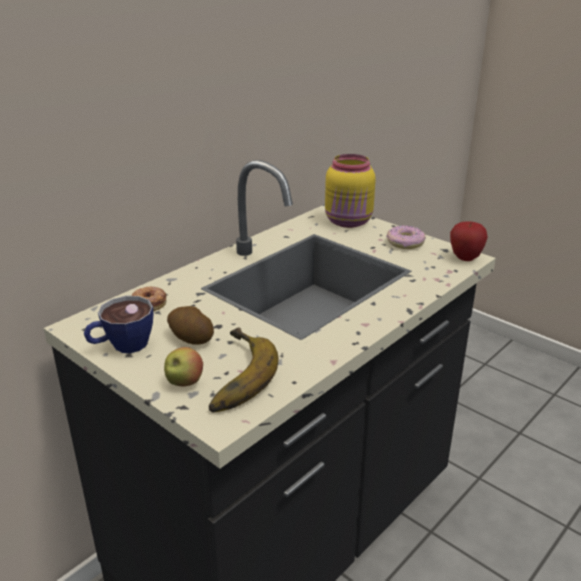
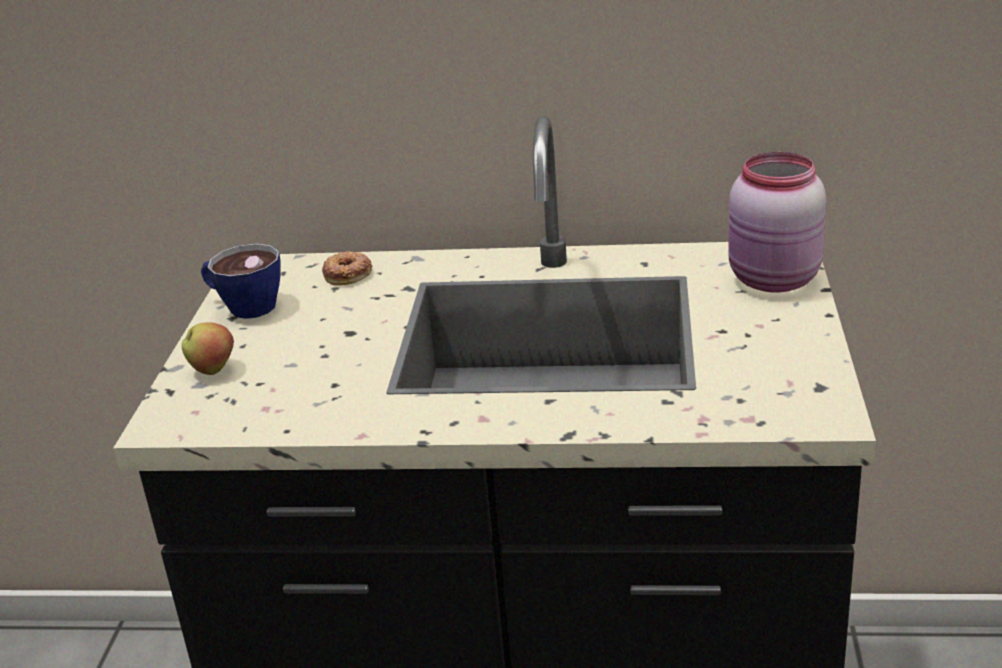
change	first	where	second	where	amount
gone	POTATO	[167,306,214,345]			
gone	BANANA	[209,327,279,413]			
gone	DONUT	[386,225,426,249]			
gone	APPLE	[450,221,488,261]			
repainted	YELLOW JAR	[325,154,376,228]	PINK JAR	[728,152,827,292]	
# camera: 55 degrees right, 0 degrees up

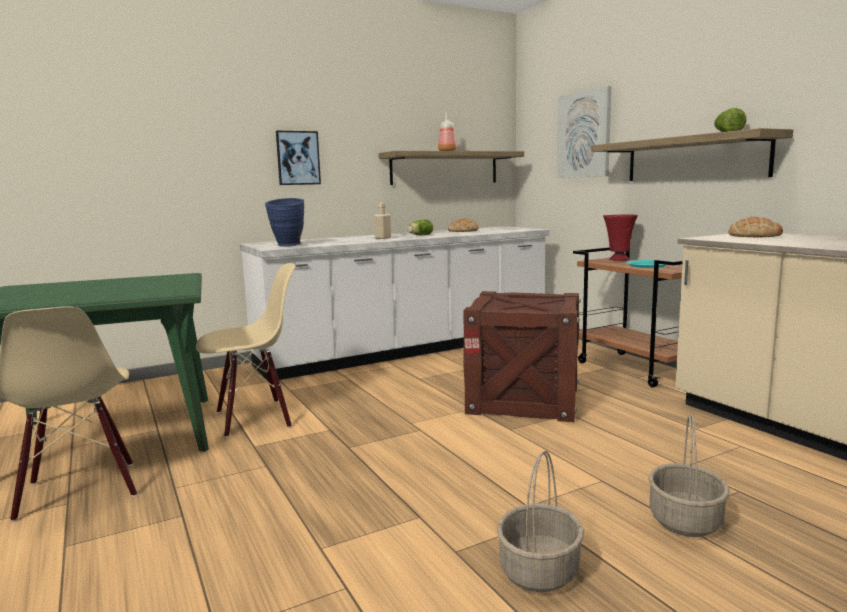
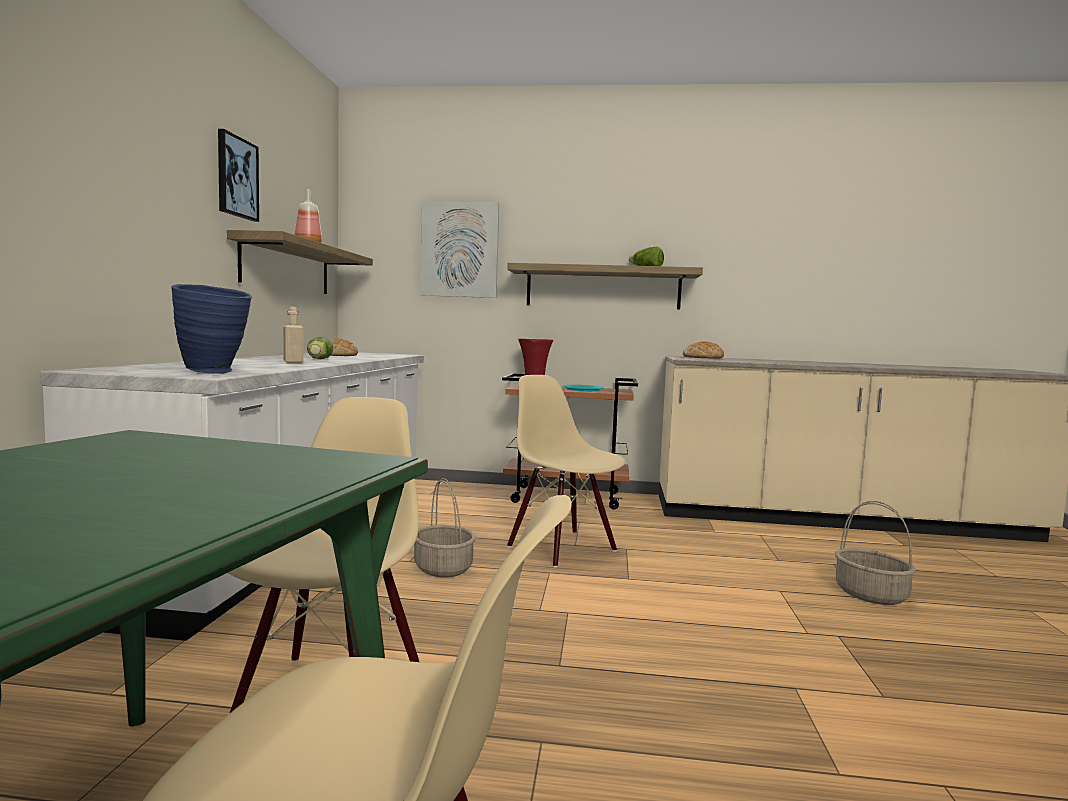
change	first	where	second	where	amount
shifted	PICTURE	[276,131,321,185]		[218,129,259,222]	
shifted	BASKET	[497,451,584,592]		[414,478,475,578]	
swapped	CRATE	[463,291,581,422]	BEIGE CHAIR	[507,375,625,567]	
# camera: 55 degrees left, 5 degrees down

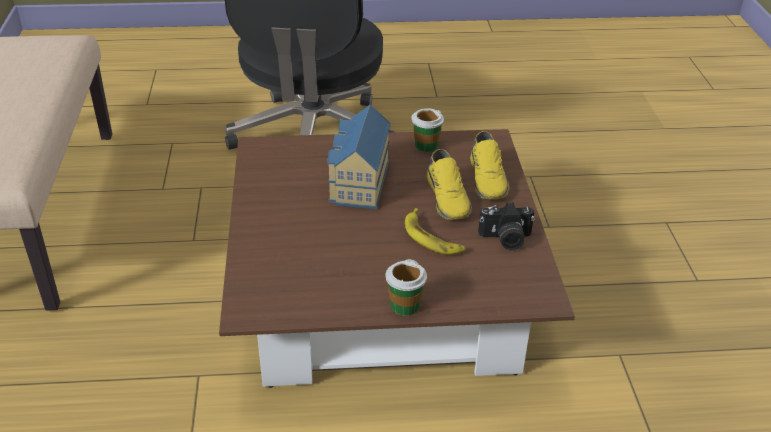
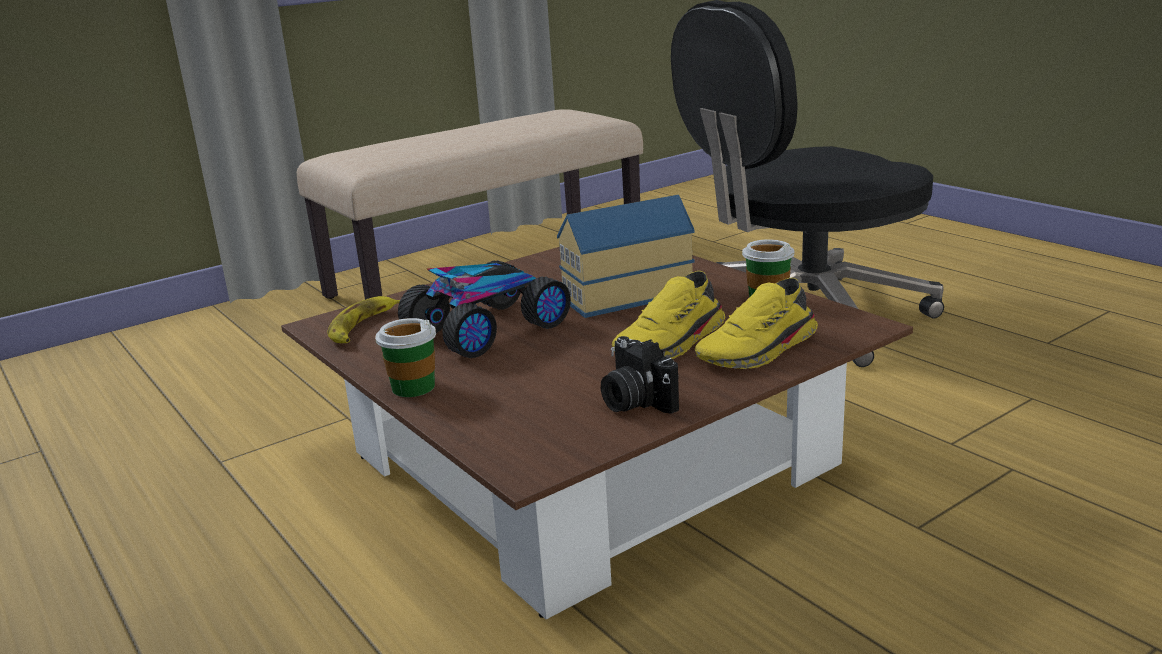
change	first	where	second	where	amount
new			TOY CAR	[398,261,571,358]	
shifted	BANANA	[405,208,465,255]		[327,296,400,343]	
# camera: 60 degrees right, 15 degrees down

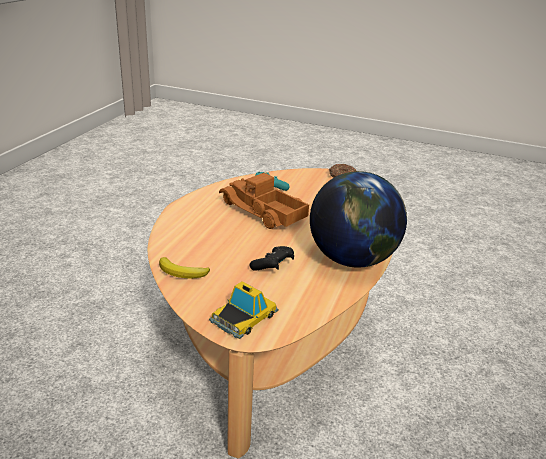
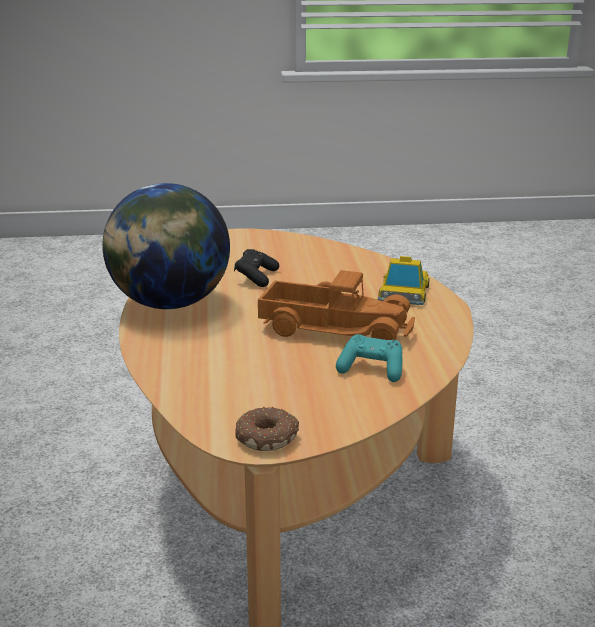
change	first	where	second	where	amount
gone	BANANA	[159,257,210,278]			
shifted	TOY CAR	[209,281,279,339]		[377,256,430,305]	
# camera: 155 degrees right, 5 degrees down

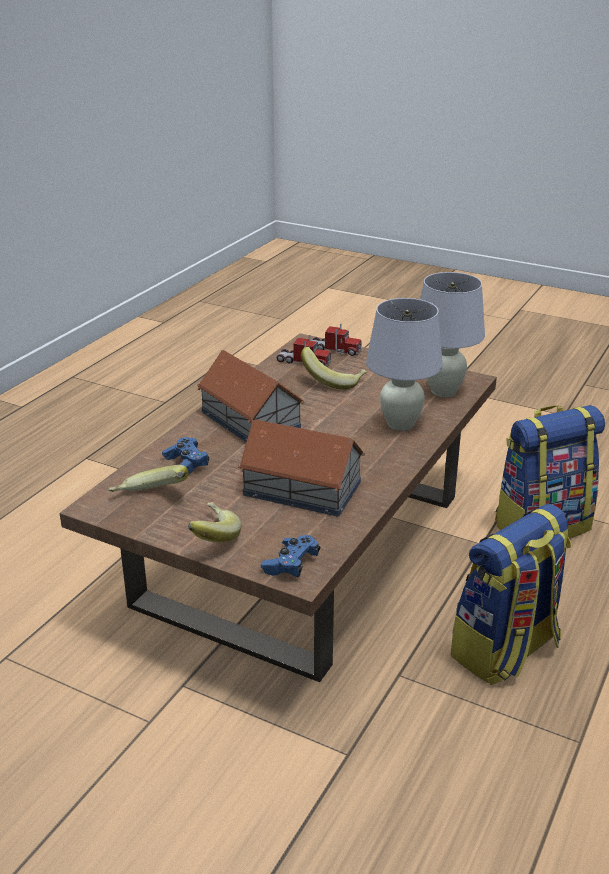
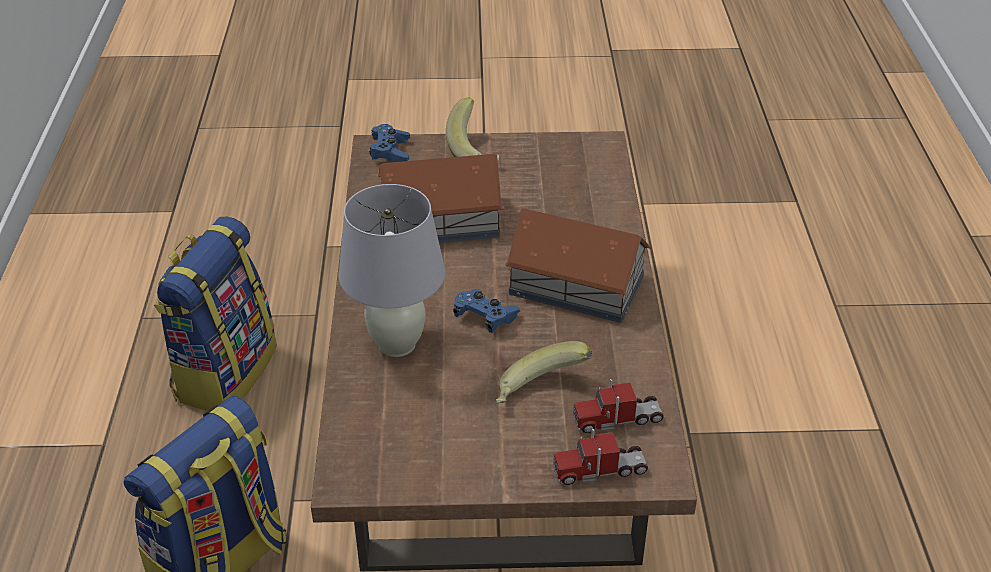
change	first	where	second	where	amount
gone	BANANA	[108,465,189,492]			
gone	WHITE TABLE LAMP	[420,272,485,397]			
shifted	BLUE GAME CONTROLLER	[162,437,209,474]		[453,289,520,333]	
# camera: 150 degrees right, 10 degrees up

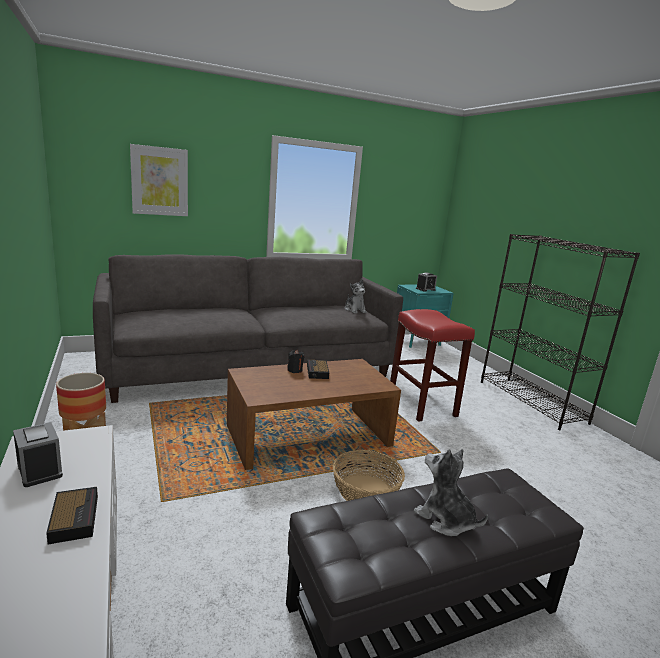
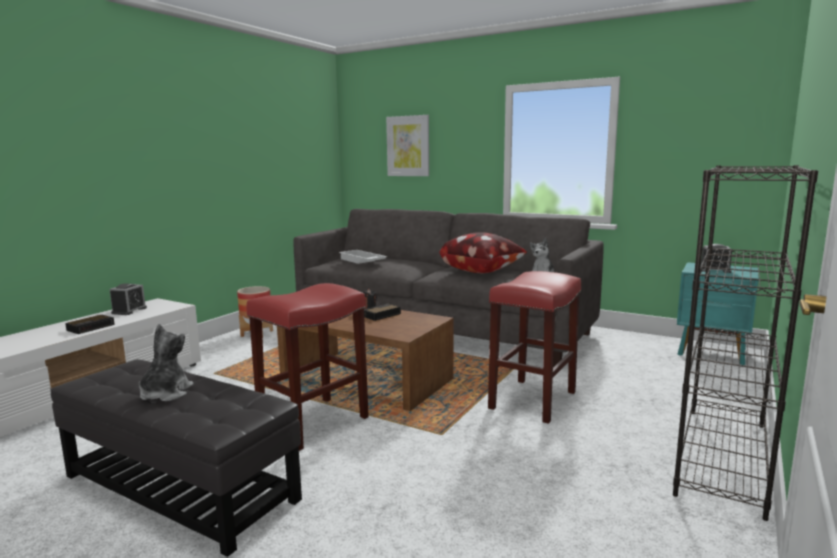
change	first	where	second	where	amount
new			WHITE TRAY	[339,250,387,264]	
new			PILLOW	[439,232,527,273]	
swapped	BASKET	[333,450,405,501]	RED STOOL	[246,283,369,451]	
# camera: 55 degrees right, 5 degrees down

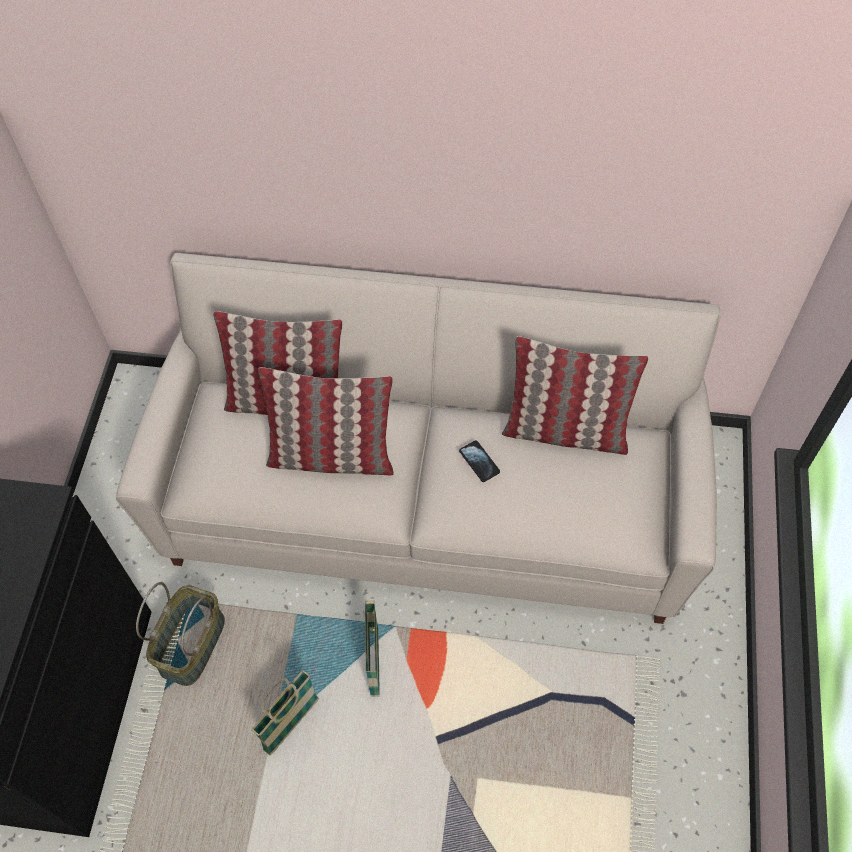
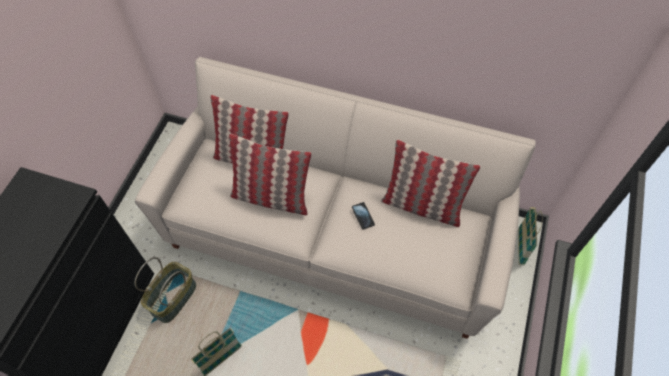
change	first	where	second	where	amount
shifted	BASKET	[363,600,380,697]		[518,207,542,266]	
# camera: 10 degrees right, 0 degrees up

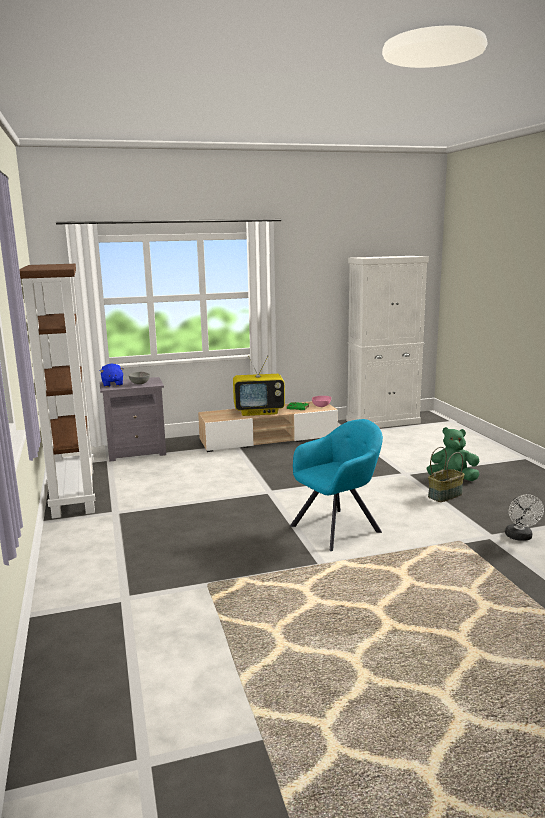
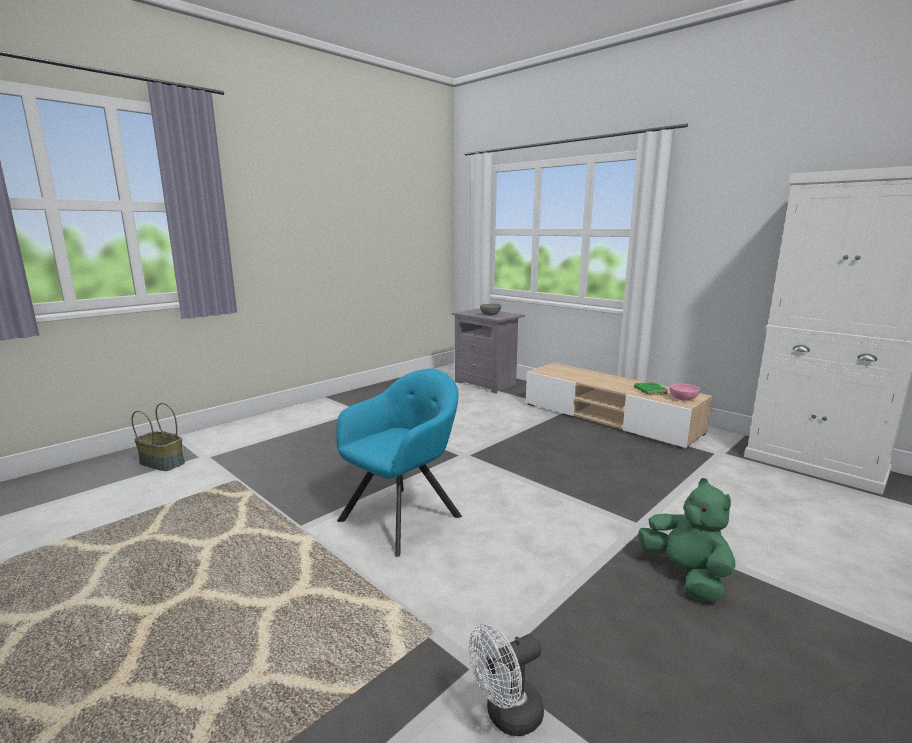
change	first	where	second	where	amount
gone	BROWN BOOKCASE	[19,264,95,519]			
gone	BLUE PLUSH TOY	[100,364,124,387]			
gone	TELEVISION	[233,357,285,416]			
shifted	BASKET	[428,447,465,502]		[132,403,185,471]	
rotated	TURQUOISE ARMCHAIR	[290,419,383,551]		[336,368,462,557]	75 degrees counterclockwise
# camera: 60 degrees right, 0 degrees up

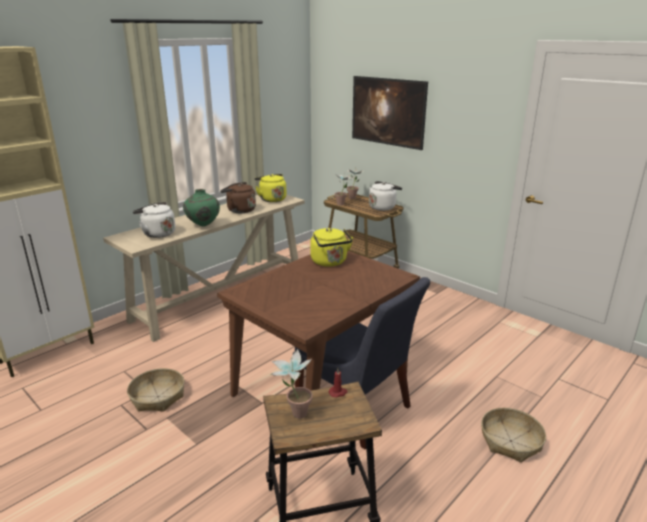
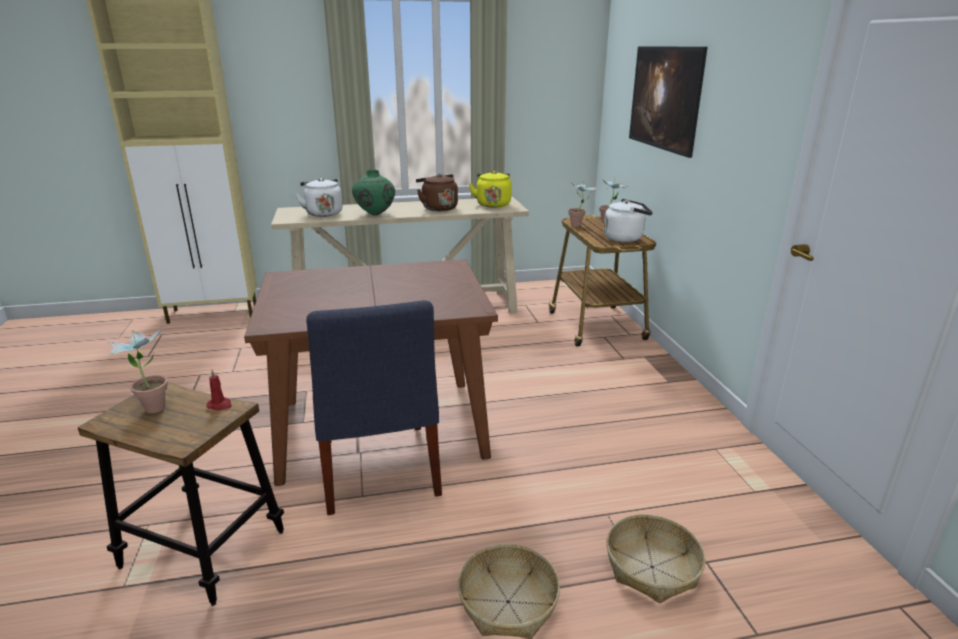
change	first	where	second	where	amount
gone	YELLOW KETTLE	[310,228,353,267]			
shifted	BASKET	[127,368,184,412]		[606,514,705,603]	
# camera: 35 degrees right, 0 degrees up

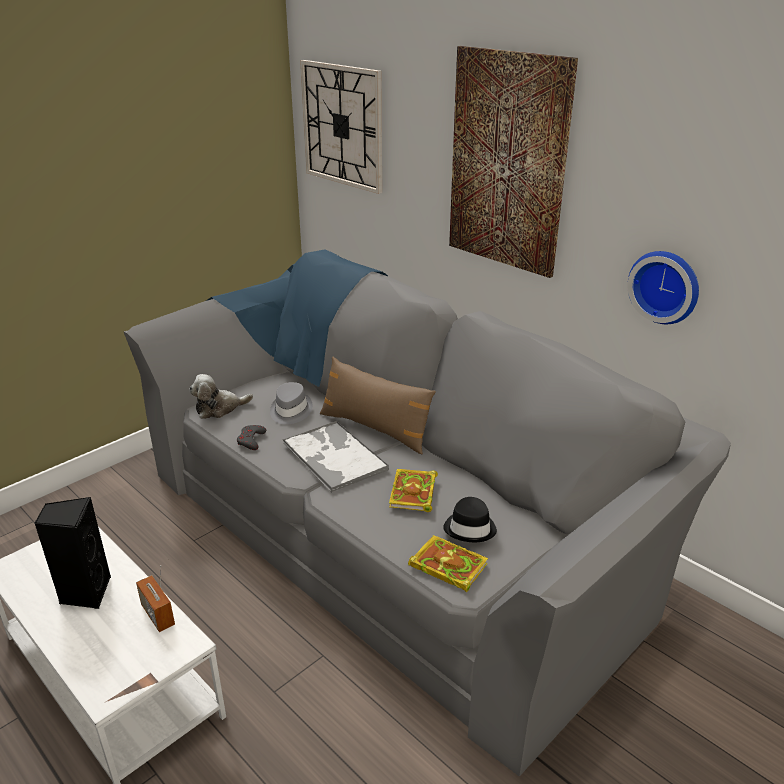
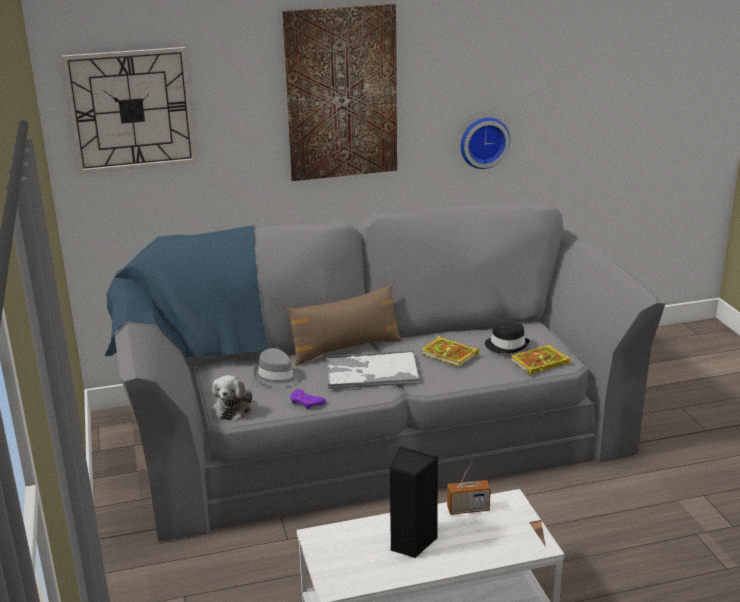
change	first	where	second	where	amount
repainted	GREY GAME CONTROLLER	[237,425,266,450]	PURPLE GAME CONTROLLER	[290,389,326,410]	
# camera: 60 degrees left, 5 degrees down

